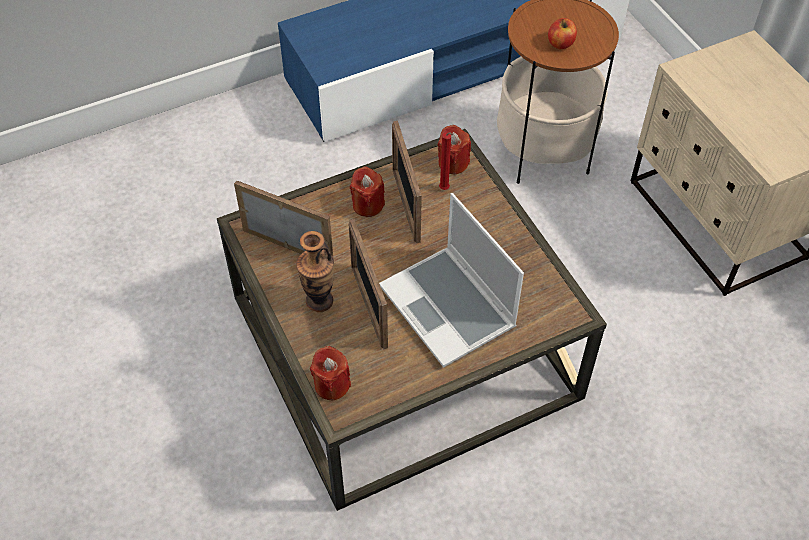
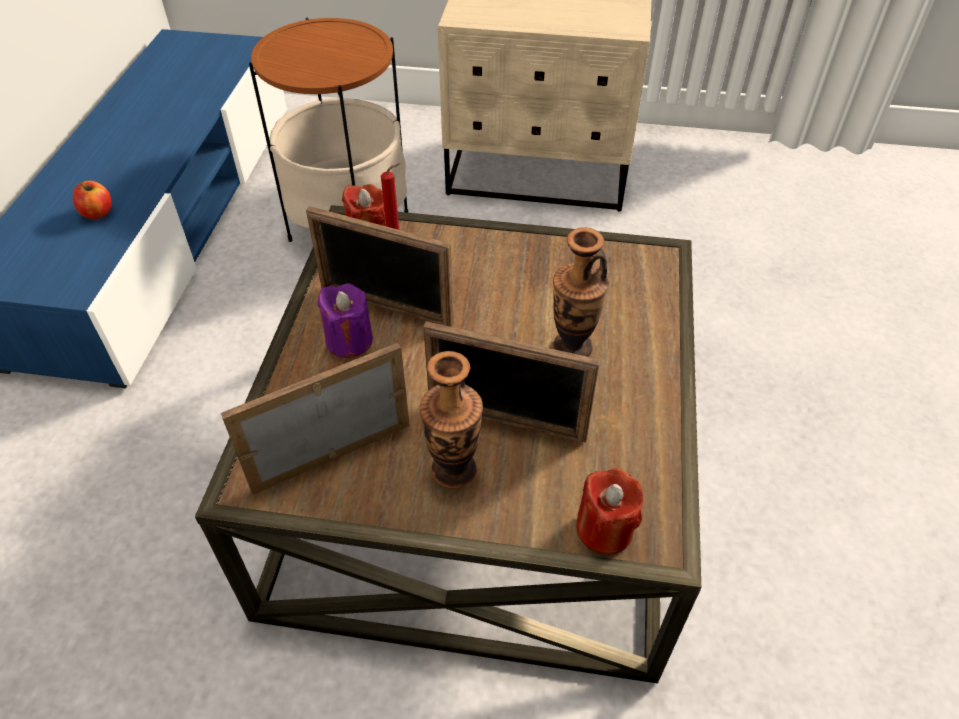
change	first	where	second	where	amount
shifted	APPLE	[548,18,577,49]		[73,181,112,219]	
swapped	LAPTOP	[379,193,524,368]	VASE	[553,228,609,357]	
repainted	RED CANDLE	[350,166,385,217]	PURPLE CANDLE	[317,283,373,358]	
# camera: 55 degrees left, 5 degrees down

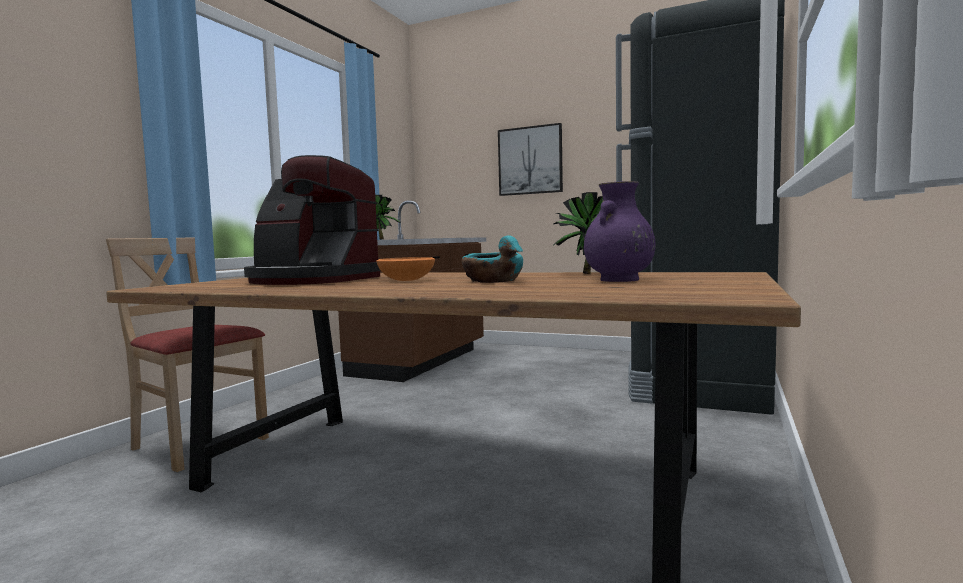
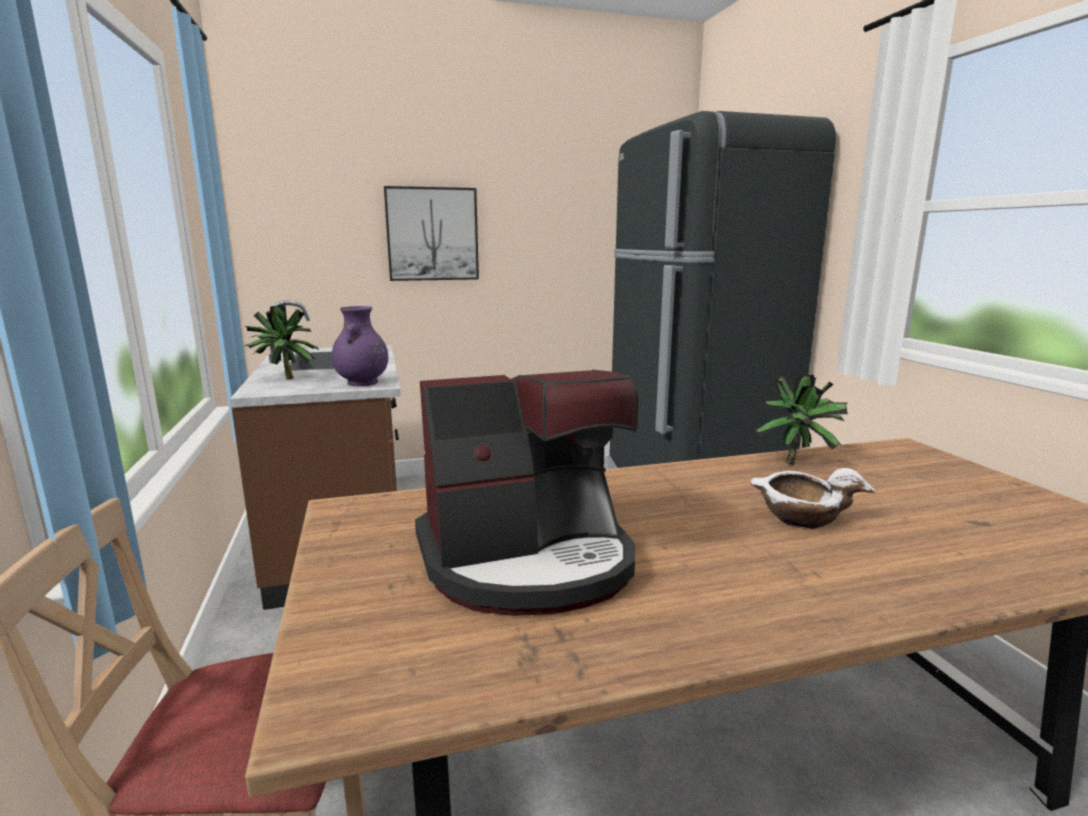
change	first	where	second	where	amount
gone	ORANGE BOWL	[376,257,435,281]			
shifted	PURPLE VASE	[584,181,656,282]		[332,306,388,386]	
repainted	TURQUOISE BOWL	[462,235,523,283]	WHITE BOWL	[750,468,876,529]	
# camera: 40 degrees left, 10 degrees up

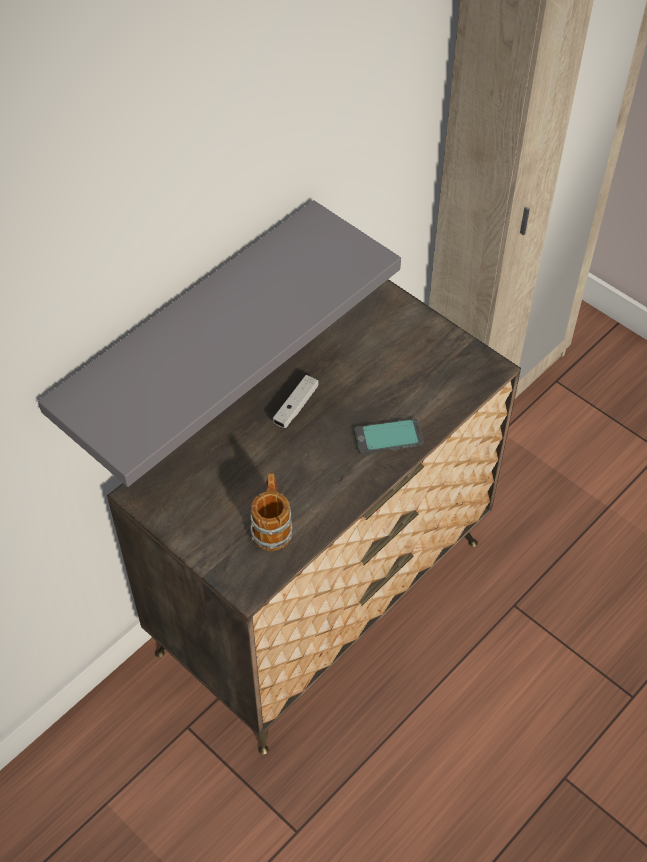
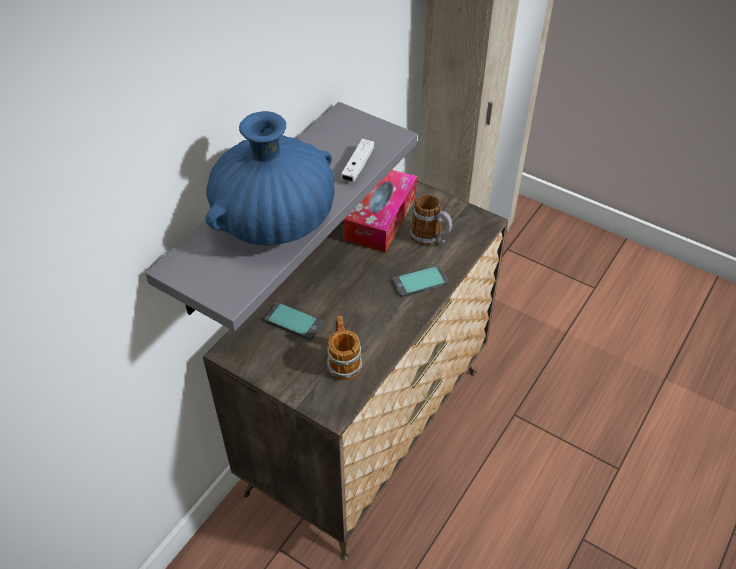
change	first	where	second	where	amount
new			BLUE VASE	[205,111,335,245]	
new			PHONE	[265,302,323,340]	
new			TISSUE BOX	[343,170,417,253]	
new			MUG	[410,194,452,245]	
shifted	WHITE GAME CONTROLLER	[273,375,318,428]		[341,139,374,182]	
# camera: 10 degrees left, 5 degrees down

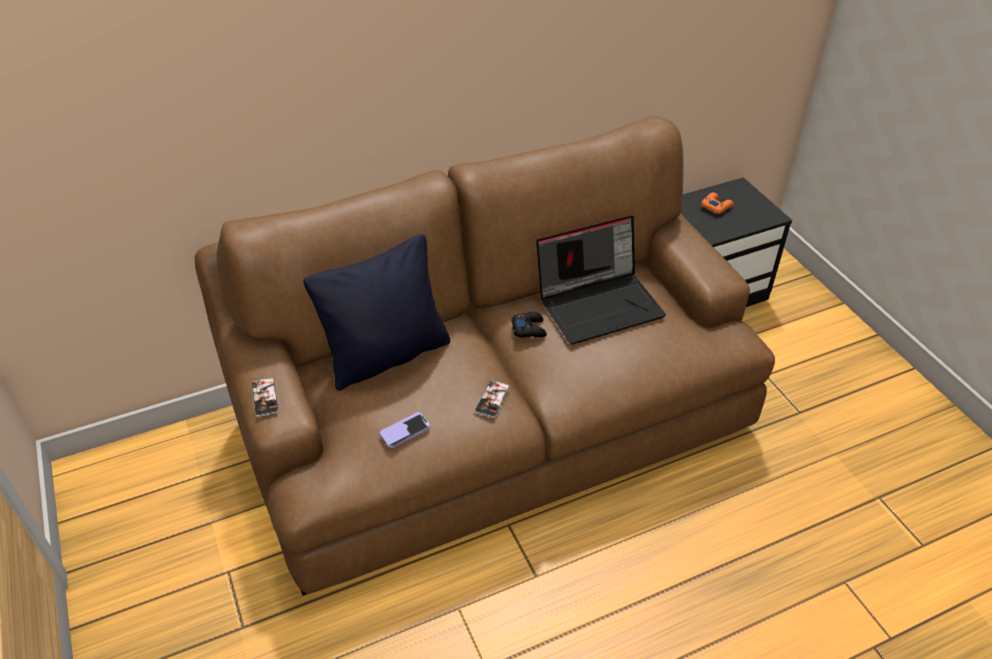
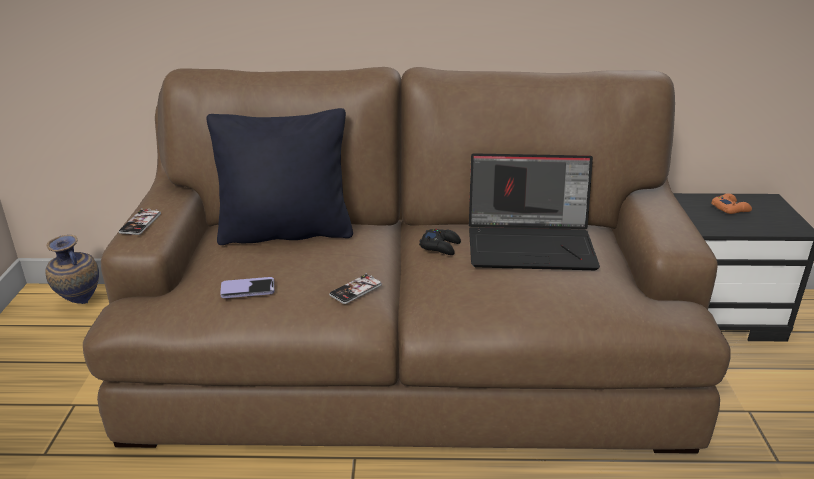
change	first	where	second	where	amount
new			VASE	[45,235,99,304]	
# camera: 25 degrees right, 15 degrees down

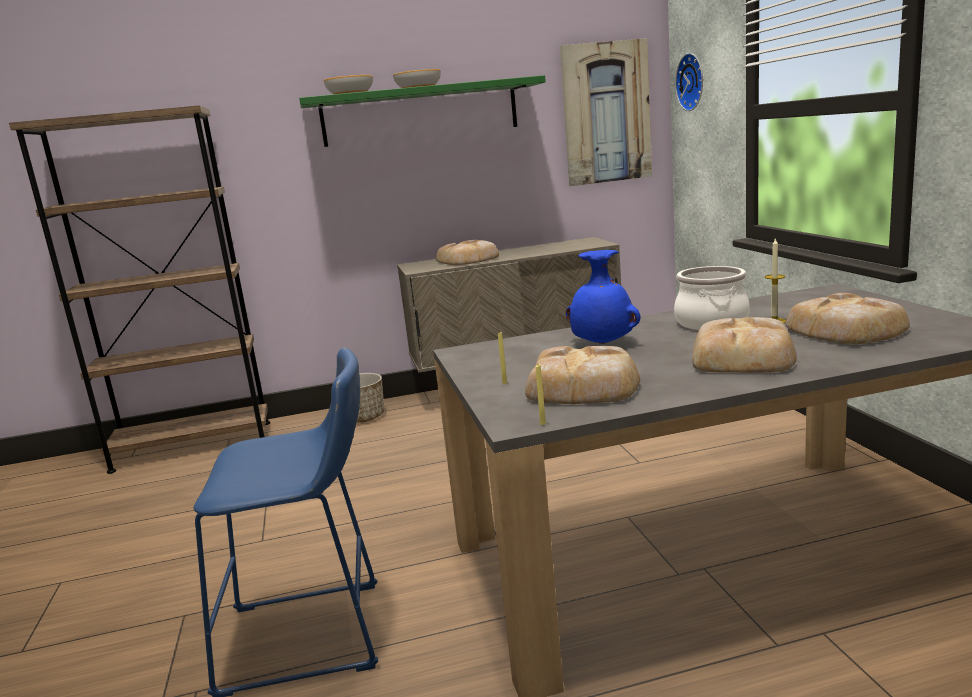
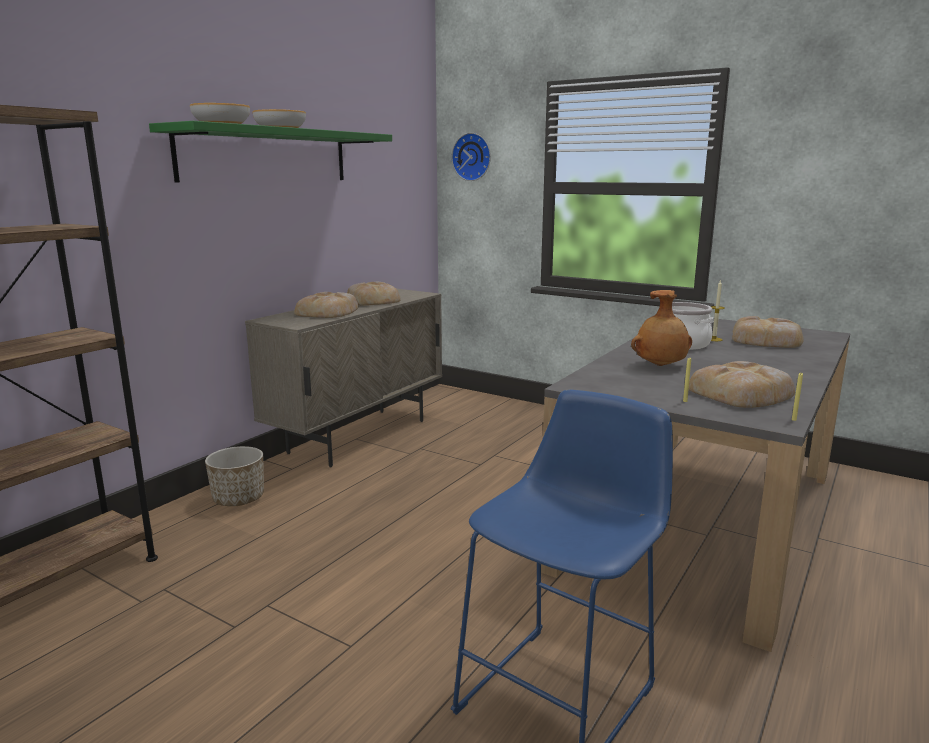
change	first	where	second	where	amount
gone	PICTURE	[560,38,652,186]			
shifted	BREAD	[692,317,797,373]		[347,282,401,306]	
repainted	BLUE VASE	[566,250,640,344]	BROWN VASE	[631,290,692,366]	
# camera: 45 degrees left, 0 degrees up

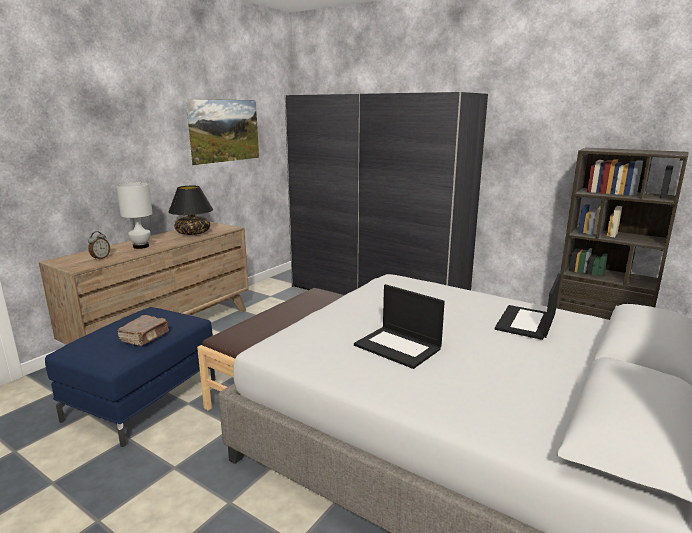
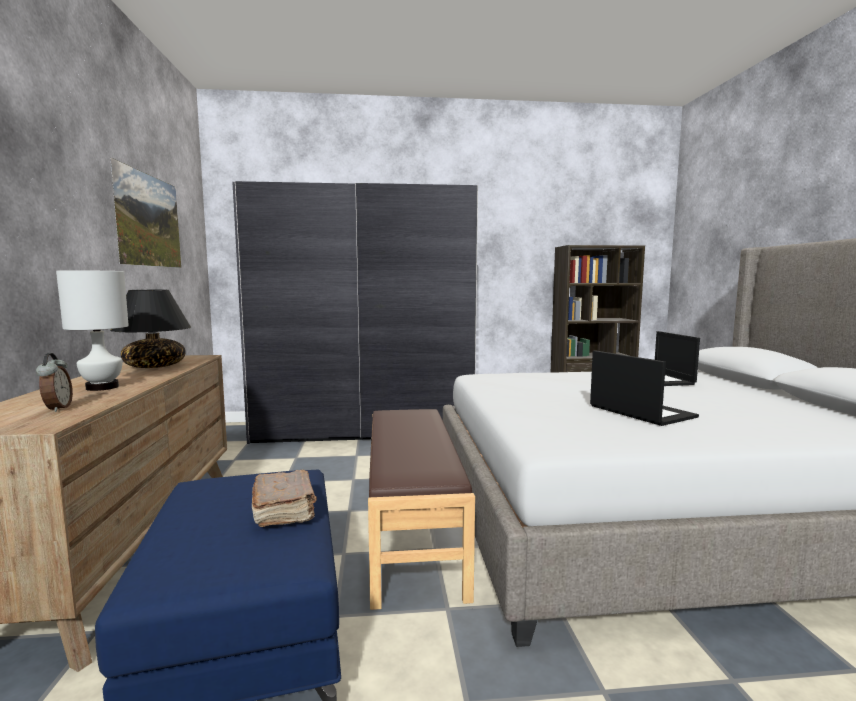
change	first	where	second	where	amount
rotated	LAPTOP	[354,284,445,369]		[590,350,699,426]	120 degrees counterclockwise
# camera: 40 degrees left, 10 degrees down

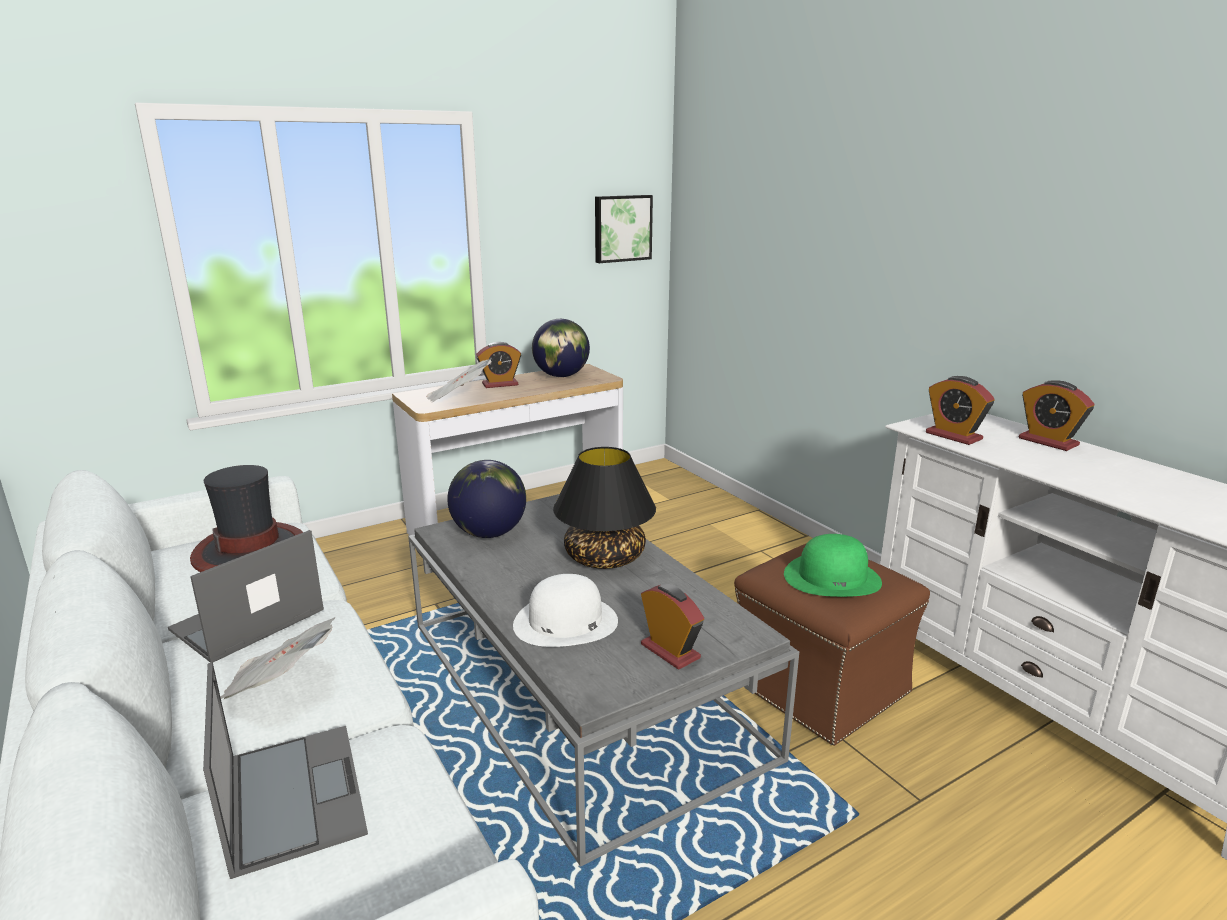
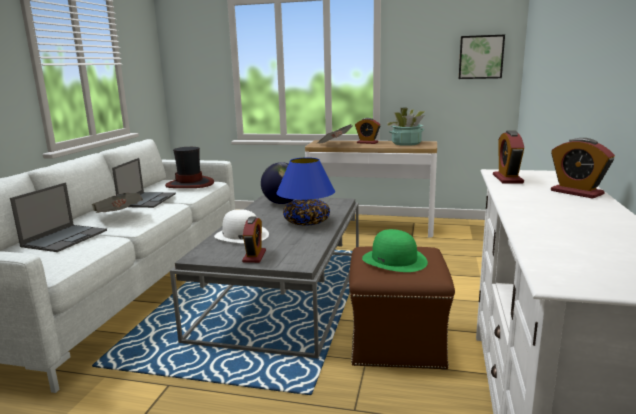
change	first	where	second	where	amount
swapped	GLOBE	[532,319,590,377]	POTTED PLANT	[386,108,425,146]	
repainted	BLACK TABLE LAMP	[553,447,656,569]	BLUE TABLE LAMP	[276,157,335,226]	
rotated	LAPTOP	[168,530,324,663]		[112,158,176,208]	105 degrees clockwise
rotated	ALARM CLOCK	[1019,380,1094,451]		[551,138,615,199]	45 degrees counterclockwise
# camera: 45 degrees right, 5 degrees down

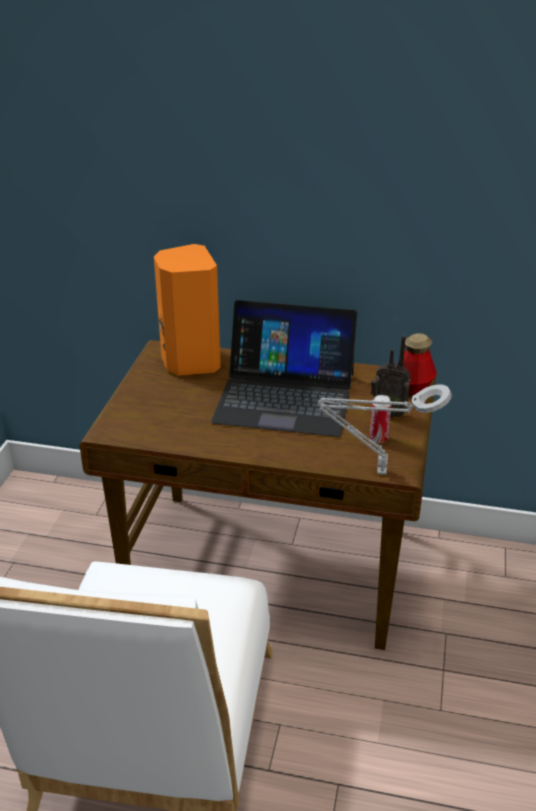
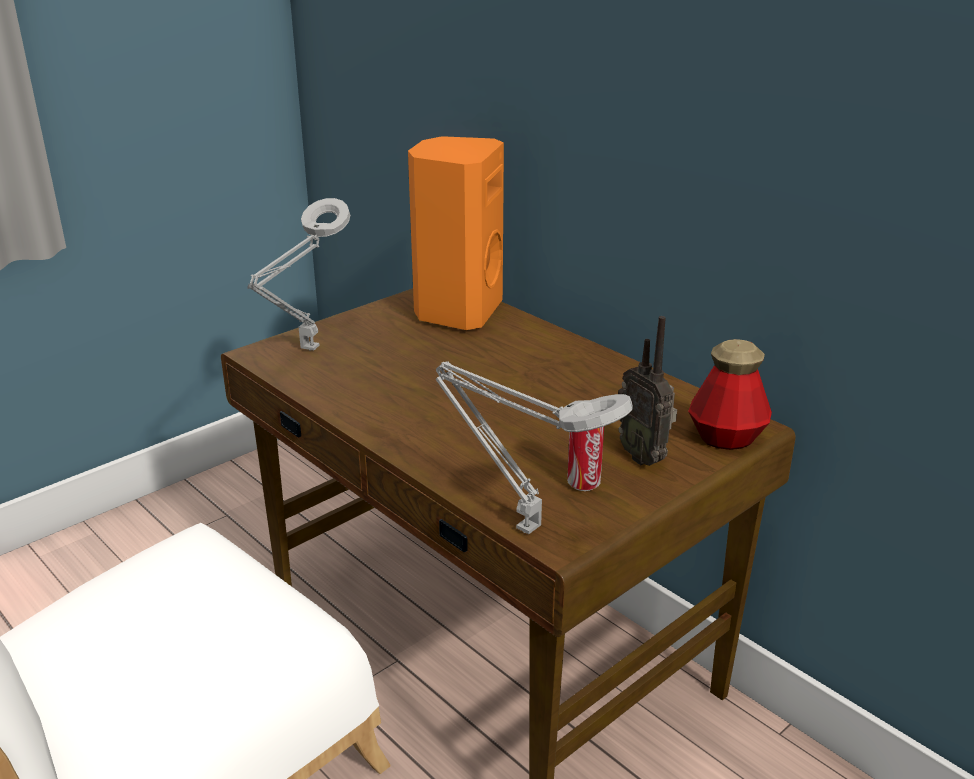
change	first	where	second	where	amount
gone	LAPTOP	[211,300,357,437]			
new			GREY TABLE LAMP	[247,198,351,351]	
# camera: 35 degrees right, 5 degrees down

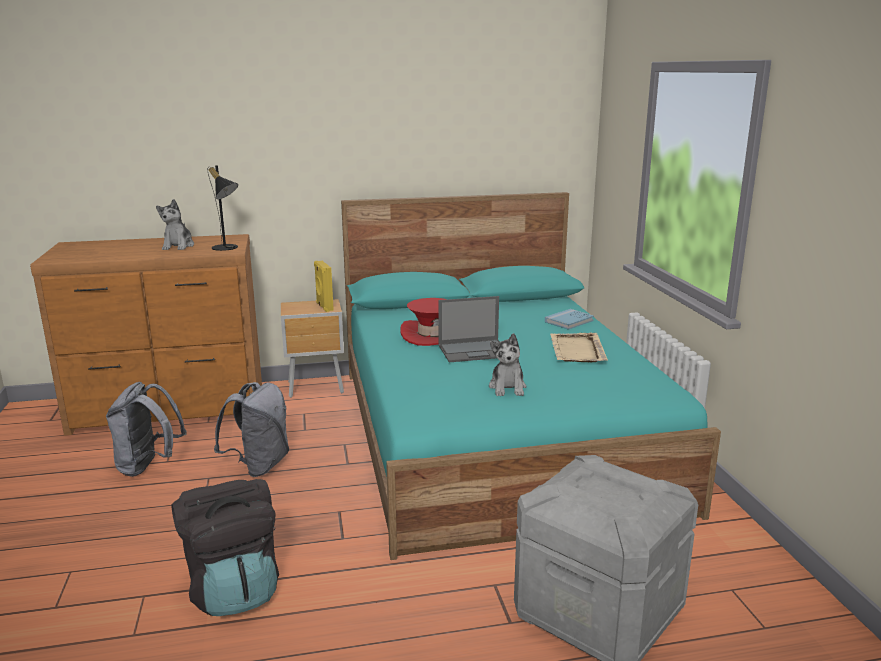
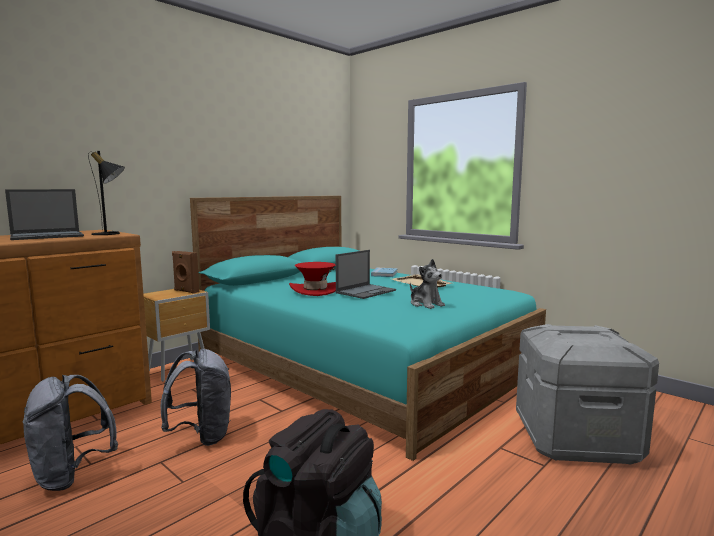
change	first	where	second	where	amount
swapped	PLUSH TOY	[156,199,194,250]	LAPTOP	[5,189,84,240]	
repainted	YELLOW SPEAKER	[314,261,334,312]	BROWN SPEAKER	[172,251,199,294]	
# camera: 35 degrees left, 10 degrees down

